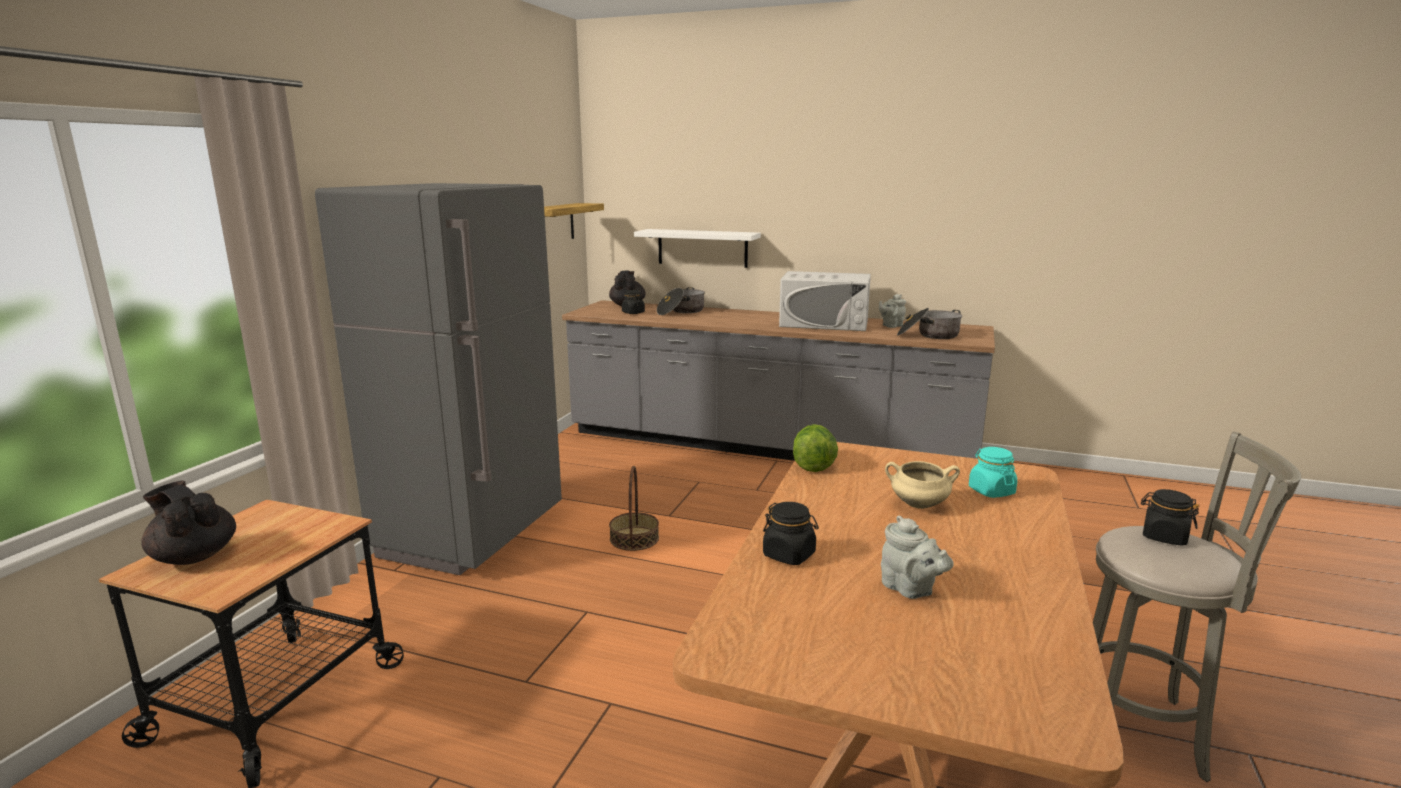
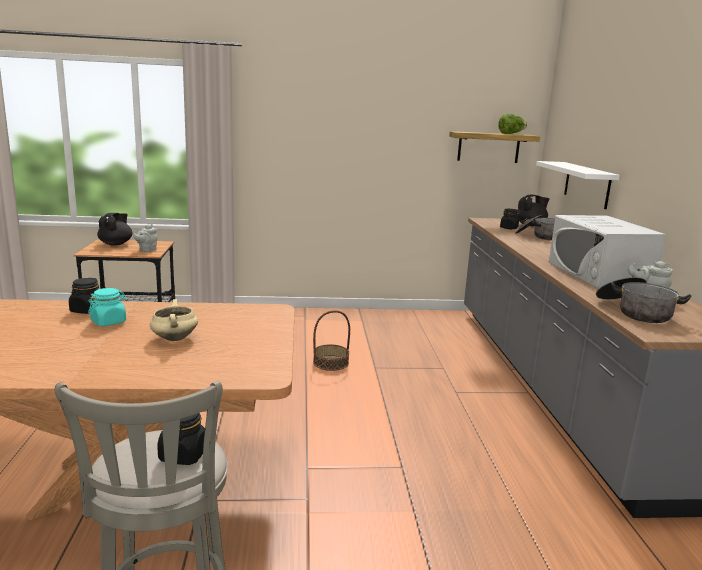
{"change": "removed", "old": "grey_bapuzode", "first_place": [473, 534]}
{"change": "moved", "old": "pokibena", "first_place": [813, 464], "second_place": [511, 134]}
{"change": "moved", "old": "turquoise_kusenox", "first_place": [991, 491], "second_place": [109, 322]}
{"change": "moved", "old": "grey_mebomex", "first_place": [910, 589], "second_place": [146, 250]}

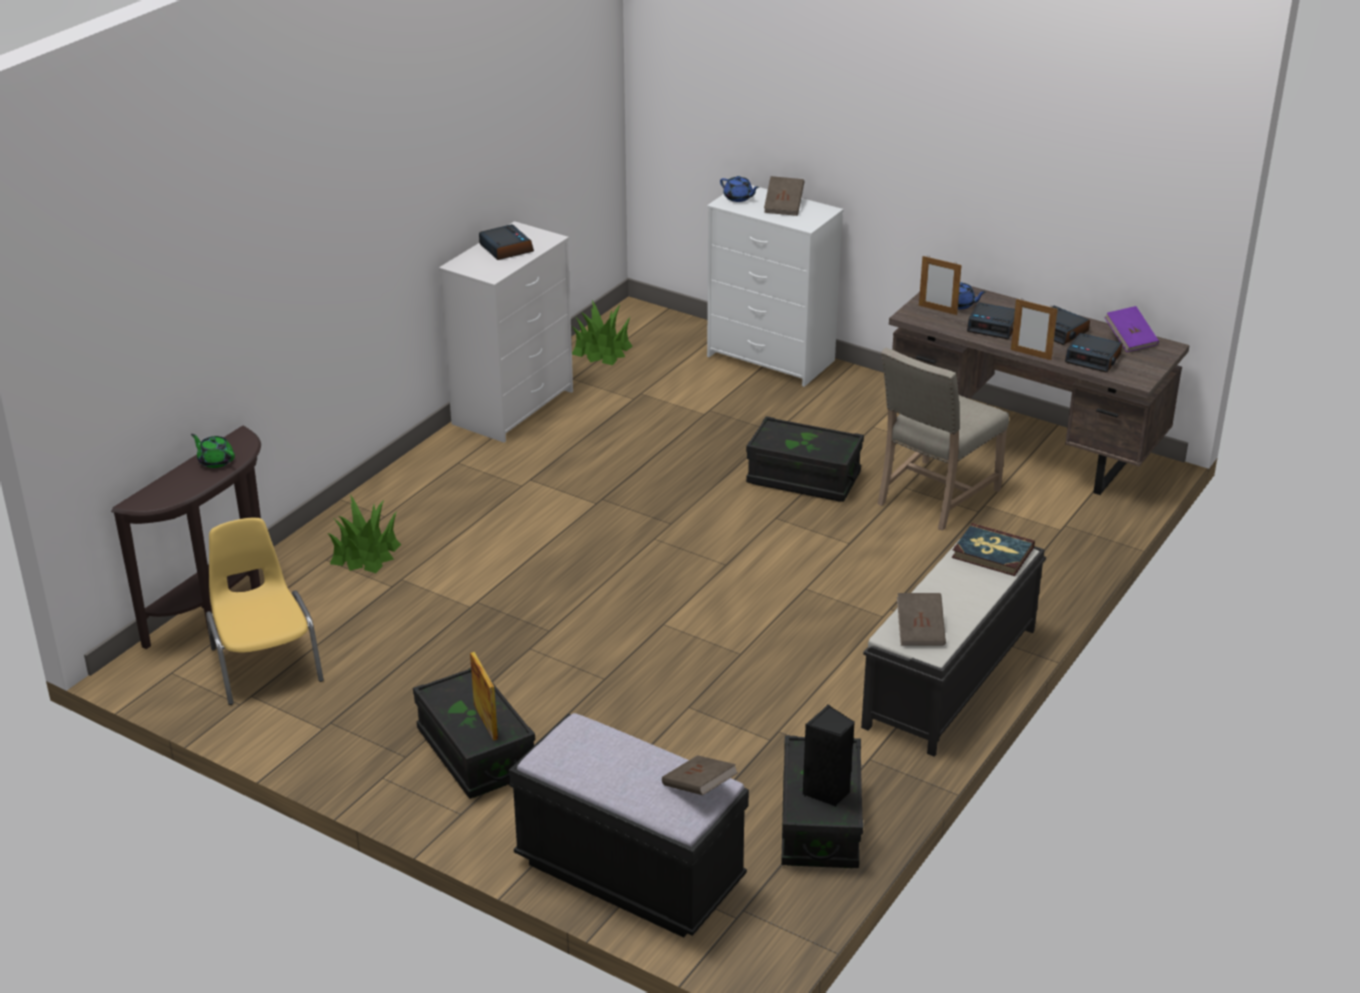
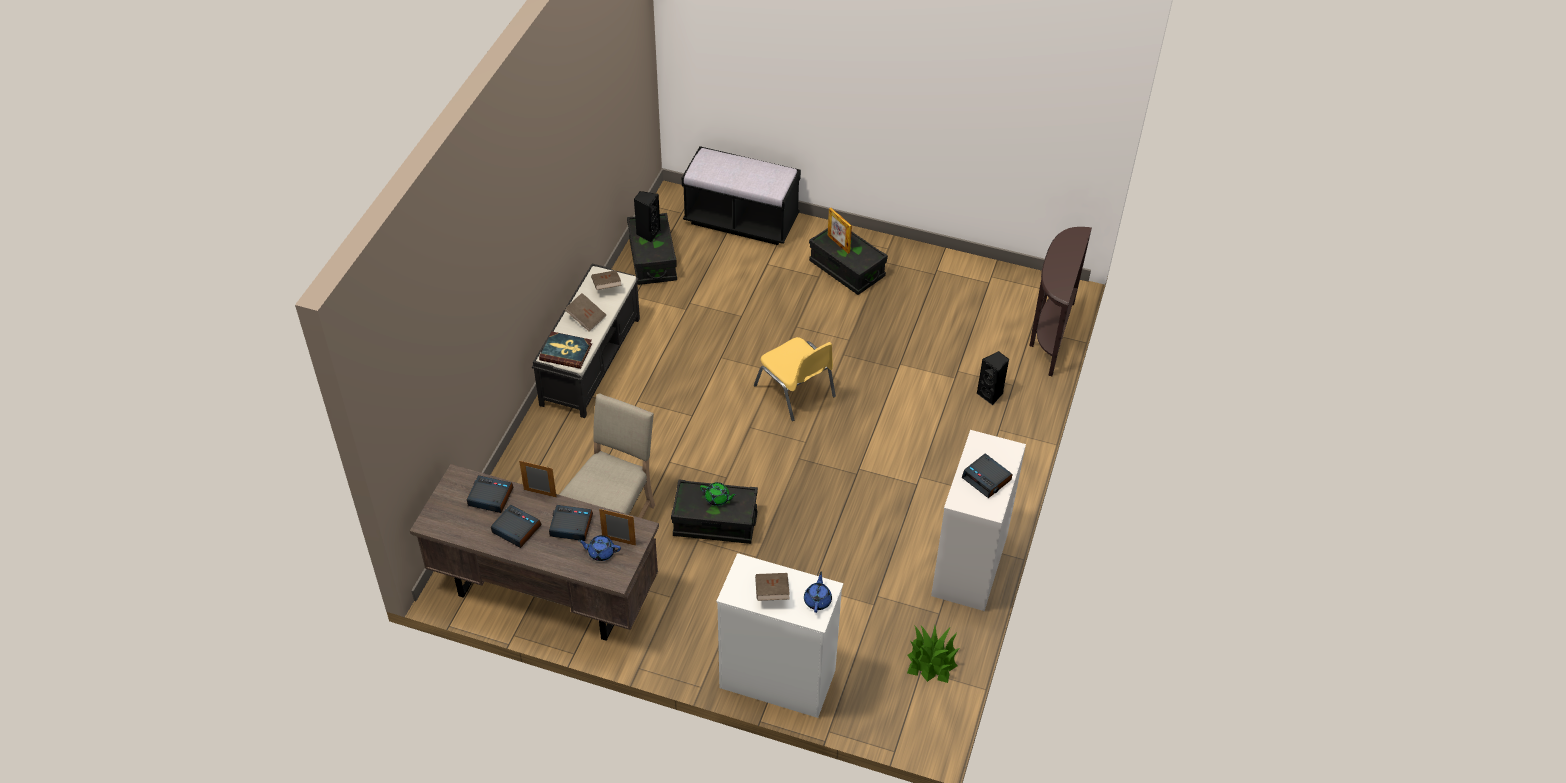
{"change": "turned", "old": "blue_mebomex", "first_place": [738, 198], "second_place": [817, 600], "degrees": 75}
{"change": "removed", "old": "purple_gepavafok", "first_place": [1130, 340]}
{"change": "moved", "old": "green_mebomex", "first_place": [215, 461], "second_place": [718, 498]}
{"change": "replaced", "old": "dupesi", "new": "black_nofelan", "first_place": [365, 553], "second_place": [991, 395]}
{"change": "moved", "old": "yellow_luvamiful", "first_place": [265, 664], "second_place": [796, 391]}
{"change": "moved", "old": "brown_gepavafok", "first_place": [699, 788], "second_place": [586, 318]}

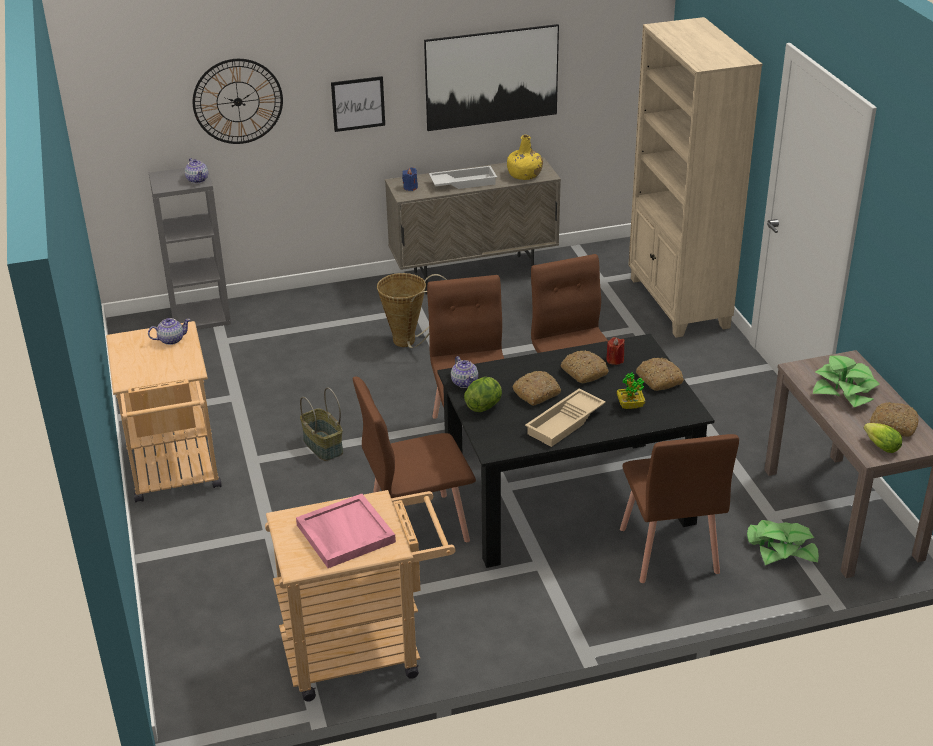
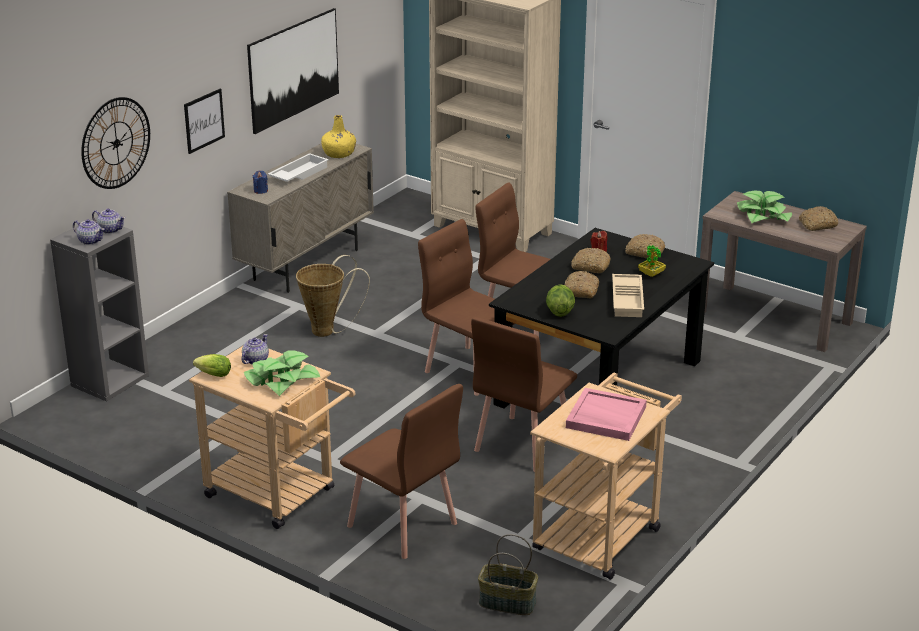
{"change": "moved", "old": "mebomex", "first_place": [464, 382], "second_place": [90, 241]}
{"change": "moved", "old": "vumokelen", "first_place": [322, 446], "second_place": [506, 603]}
{"change": "moved", "old": "pokibena", "first_place": [879, 446], "second_place": [212, 375]}
{"change": "moved", "old": "brown_luvamiful", "first_place": [668, 551], "second_place": [402, 525]}
{"change": "moved", "old": "dupesi", "first_place": [781, 548], "second_place": [281, 380]}

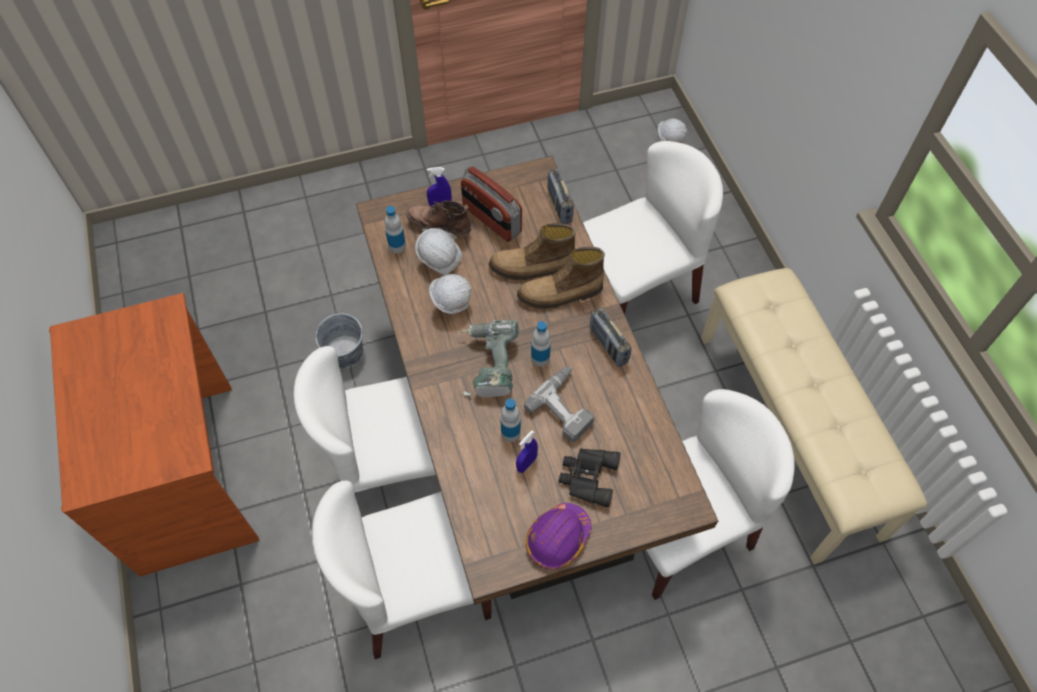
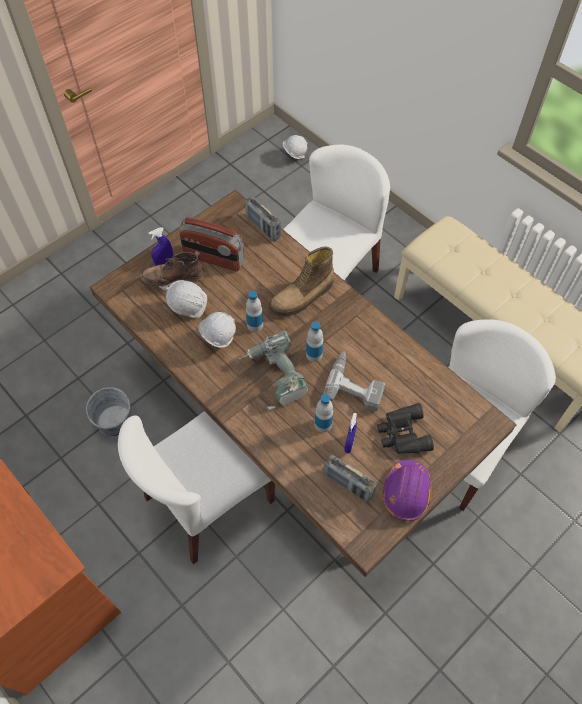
{"change": "moved", "old": "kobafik", "first_place": [397, 246], "second_place": [255, 325]}
{"change": "removed", "old": "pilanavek", "first_place": [532, 268]}
{"change": "moved", "old": "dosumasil", "first_place": [608, 345], "second_place": [348, 484]}
{"change": "removed", "old": "white_luvamiful", "first_place": [418, 591]}

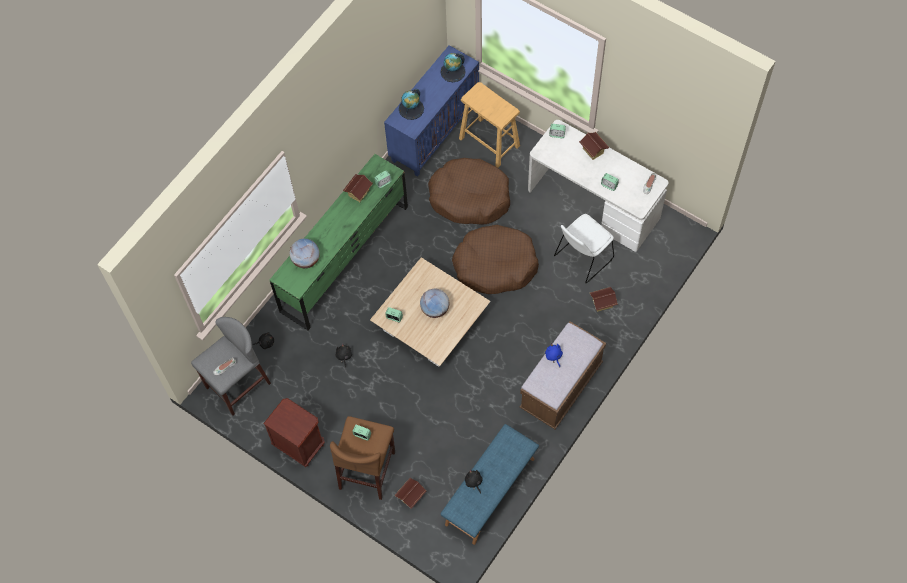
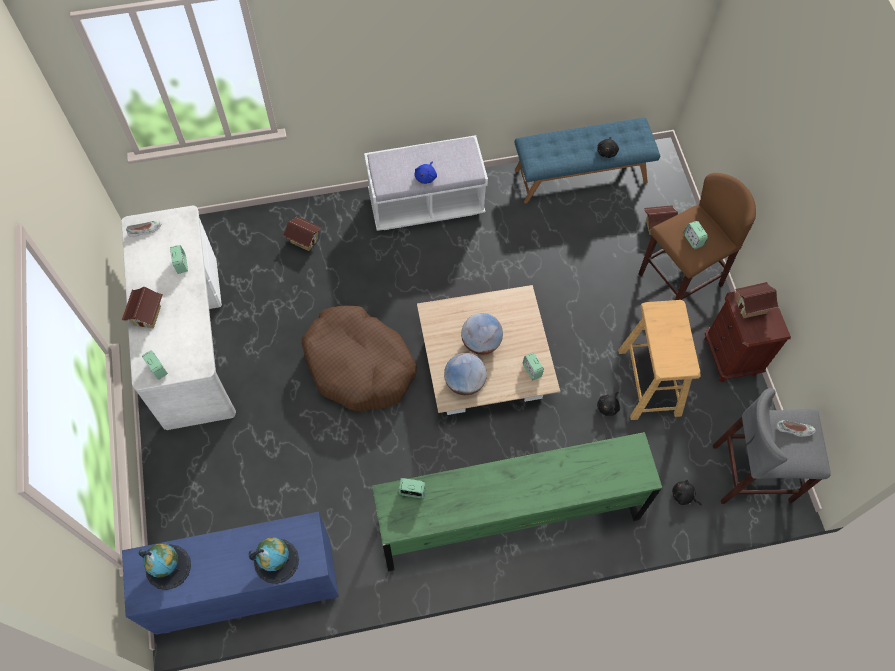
{"change": "moved", "old": "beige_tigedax", "first_place": [489, 142], "second_place": [649, 383]}
{"change": "removed", "old": "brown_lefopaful", "first_place": [469, 197]}
{"change": "moved", "old": "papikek", "first_place": [358, 193], "second_place": [751, 307]}
{"change": "removed", "old": "white_luvamiful", "first_place": [582, 258]}
{"change": "moved", "old": "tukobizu", "first_place": [306, 260], "second_place": [465, 382]}
{"change": "recoloured", "old": "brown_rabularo", "new": "white_rabularo", "first_place": [561, 386], "second_place": [426, 204]}

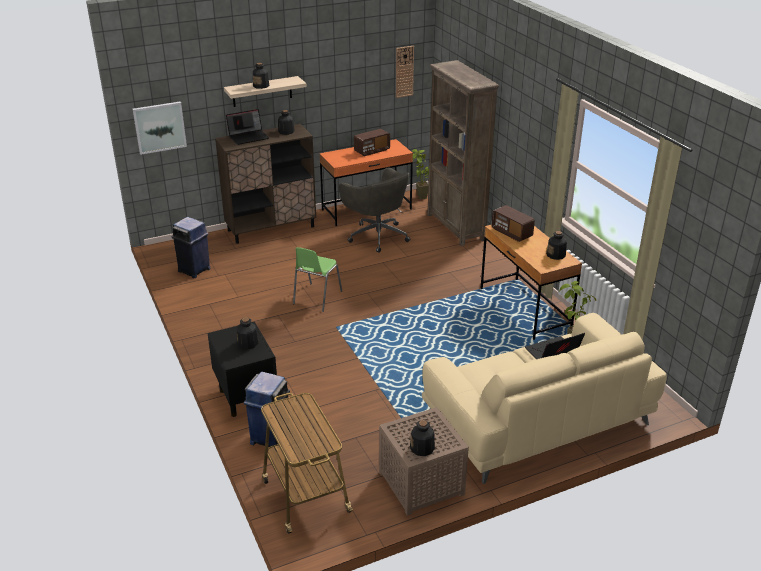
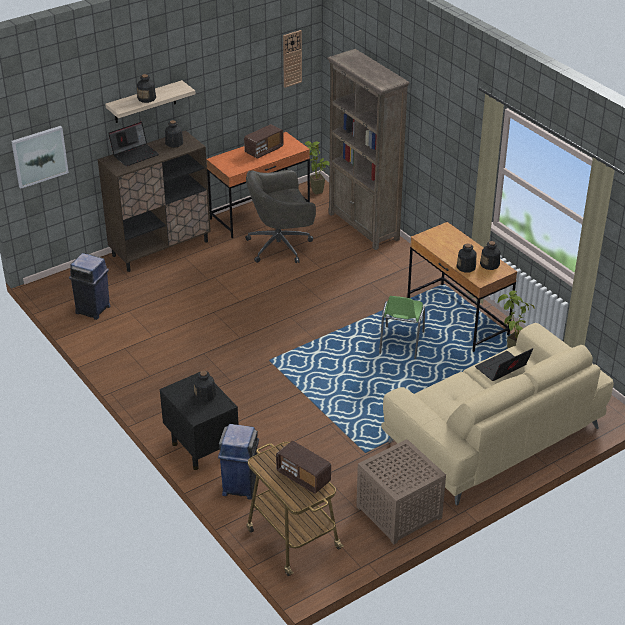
{"change": "turned", "old": "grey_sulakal", "first_place": [377, 235], "second_place": [281, 246], "degrees": 120}
{"change": "moved", "old": "dosumasil", "first_place": [511, 233], "second_place": [303, 477]}
{"change": "moved", "old": "green_luvamiful", "first_place": [316, 297], "second_place": [400, 343]}
{"change": "moved", "old": "kobafik", "first_place": [422, 448], "second_place": [466, 267]}

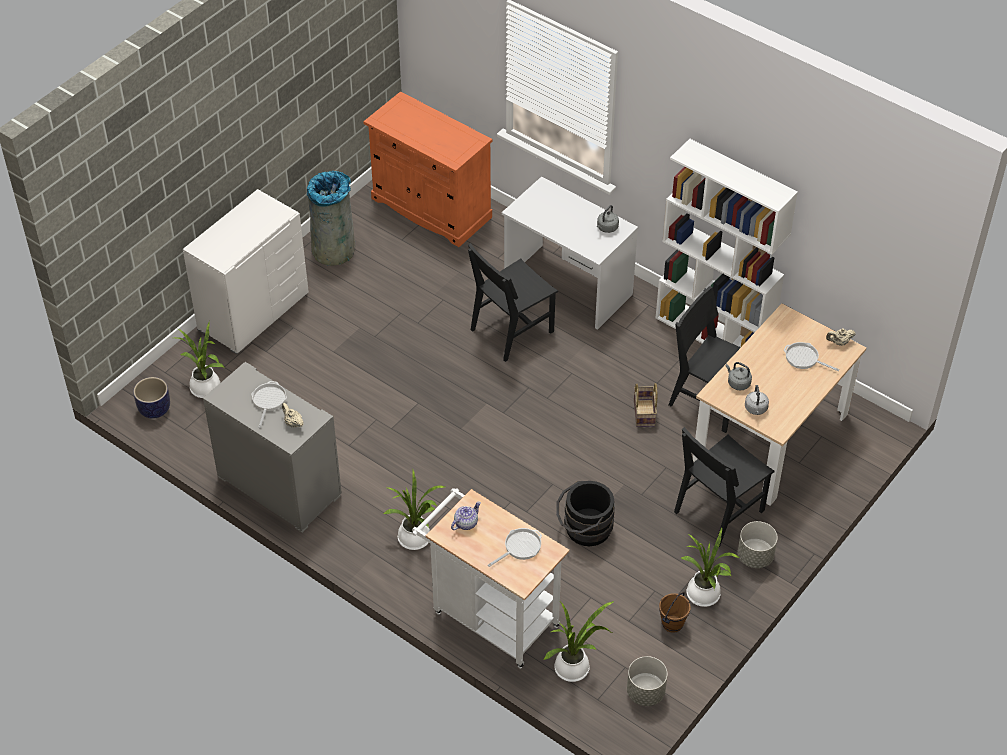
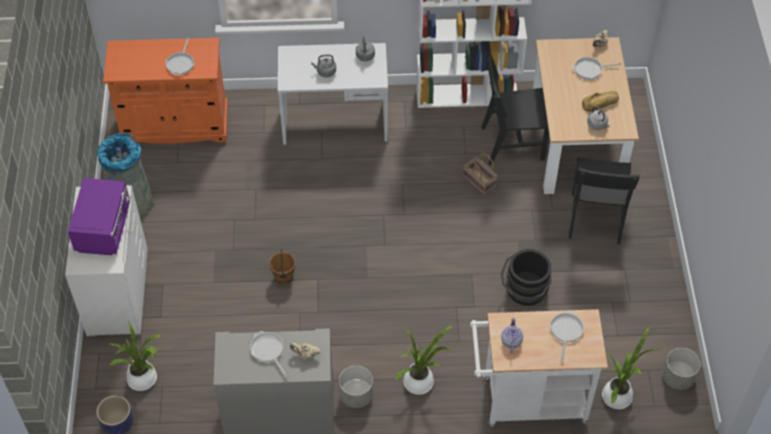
{"change": "removed", "old": "black_luvamiful", "first_place": [512, 330]}
{"change": "moved", "old": "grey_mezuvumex", "first_place": [737, 383], "second_place": [325, 72]}
{"change": "moved", "old": "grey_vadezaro", "first_place": [755, 556], "second_place": [356, 395]}
{"change": "removed", "old": "dupesi", "first_place": [704, 596]}
{"change": "moved", "old": "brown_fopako", "first_place": [672, 624], "second_place": [284, 277]}
{"change": "added", "new": "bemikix", "second_place": [181, 63]}
{"change": "added", "new": "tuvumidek", "second_place": [600, 104]}
{"change": "added", "new": "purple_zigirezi", "second_place": [104, 229]}

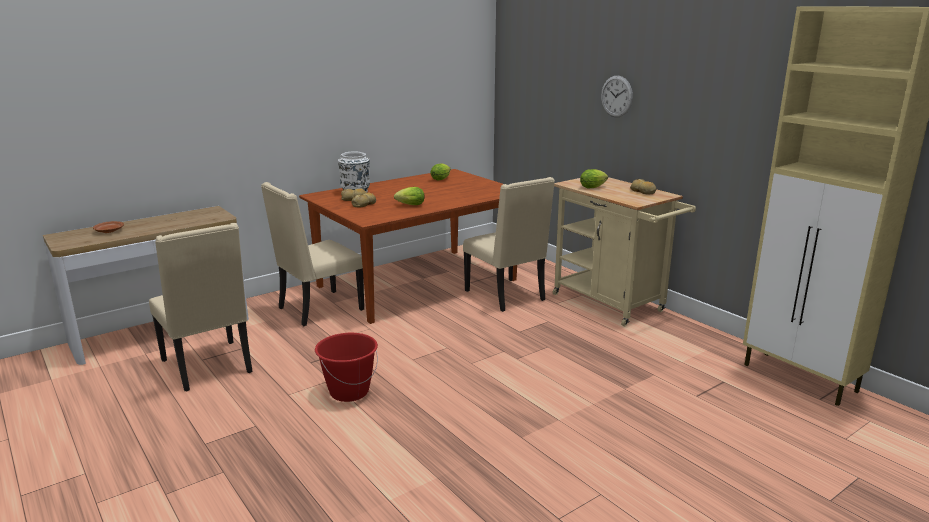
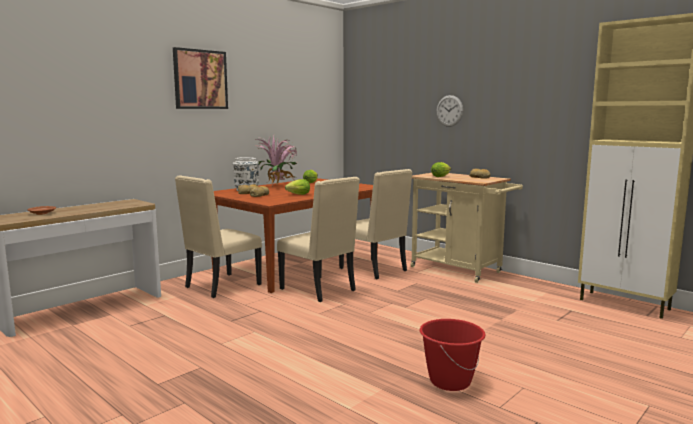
{"change": "moved", "old": "beige_luvamiful", "first_place": [209, 367], "second_place": [319, 290]}
{"change": "moved", "old": "red_fopako", "first_place": [349, 392], "second_place": [449, 381]}
{"change": "added", "new": "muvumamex", "second_place": [200, 79]}
{"change": "added", "new": "dupesi", "second_place": [279, 185]}

